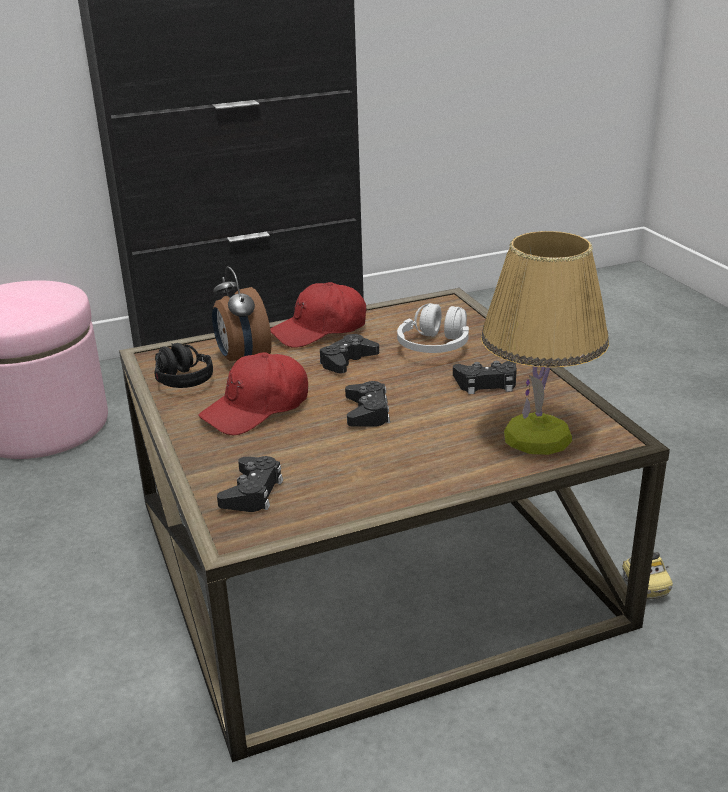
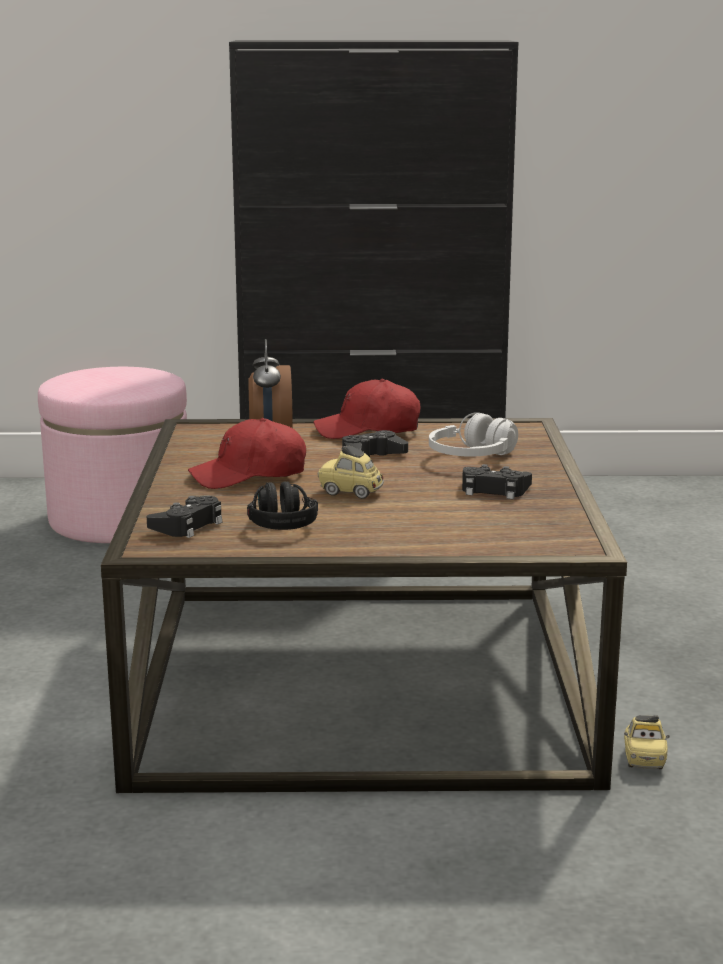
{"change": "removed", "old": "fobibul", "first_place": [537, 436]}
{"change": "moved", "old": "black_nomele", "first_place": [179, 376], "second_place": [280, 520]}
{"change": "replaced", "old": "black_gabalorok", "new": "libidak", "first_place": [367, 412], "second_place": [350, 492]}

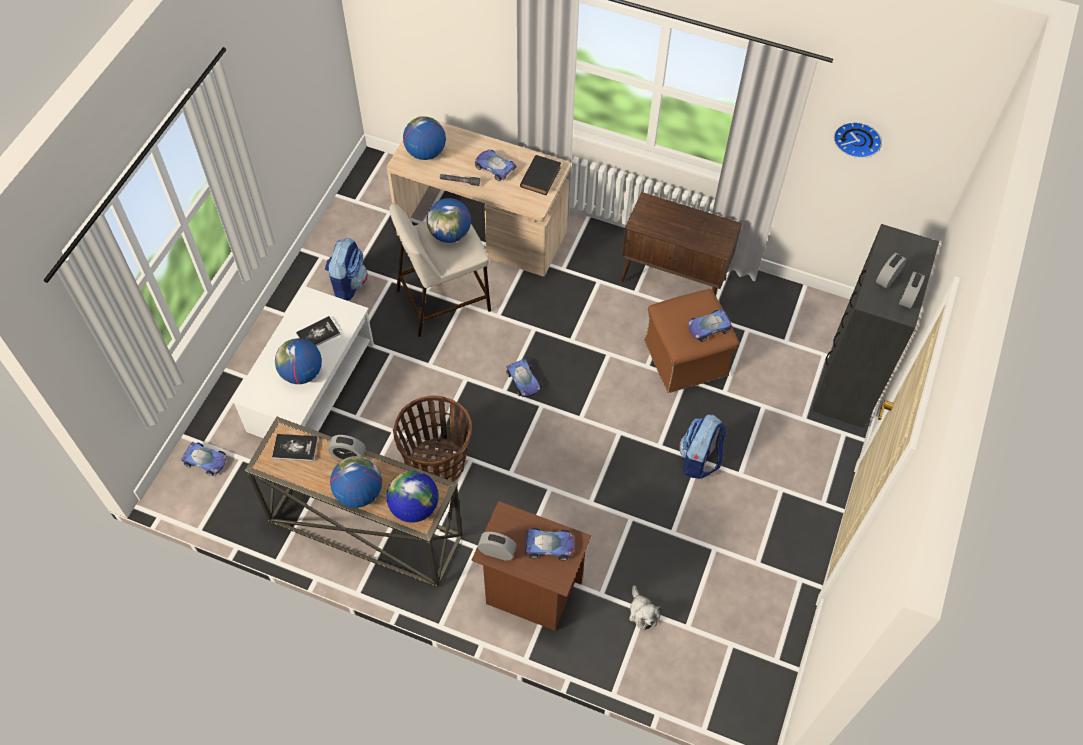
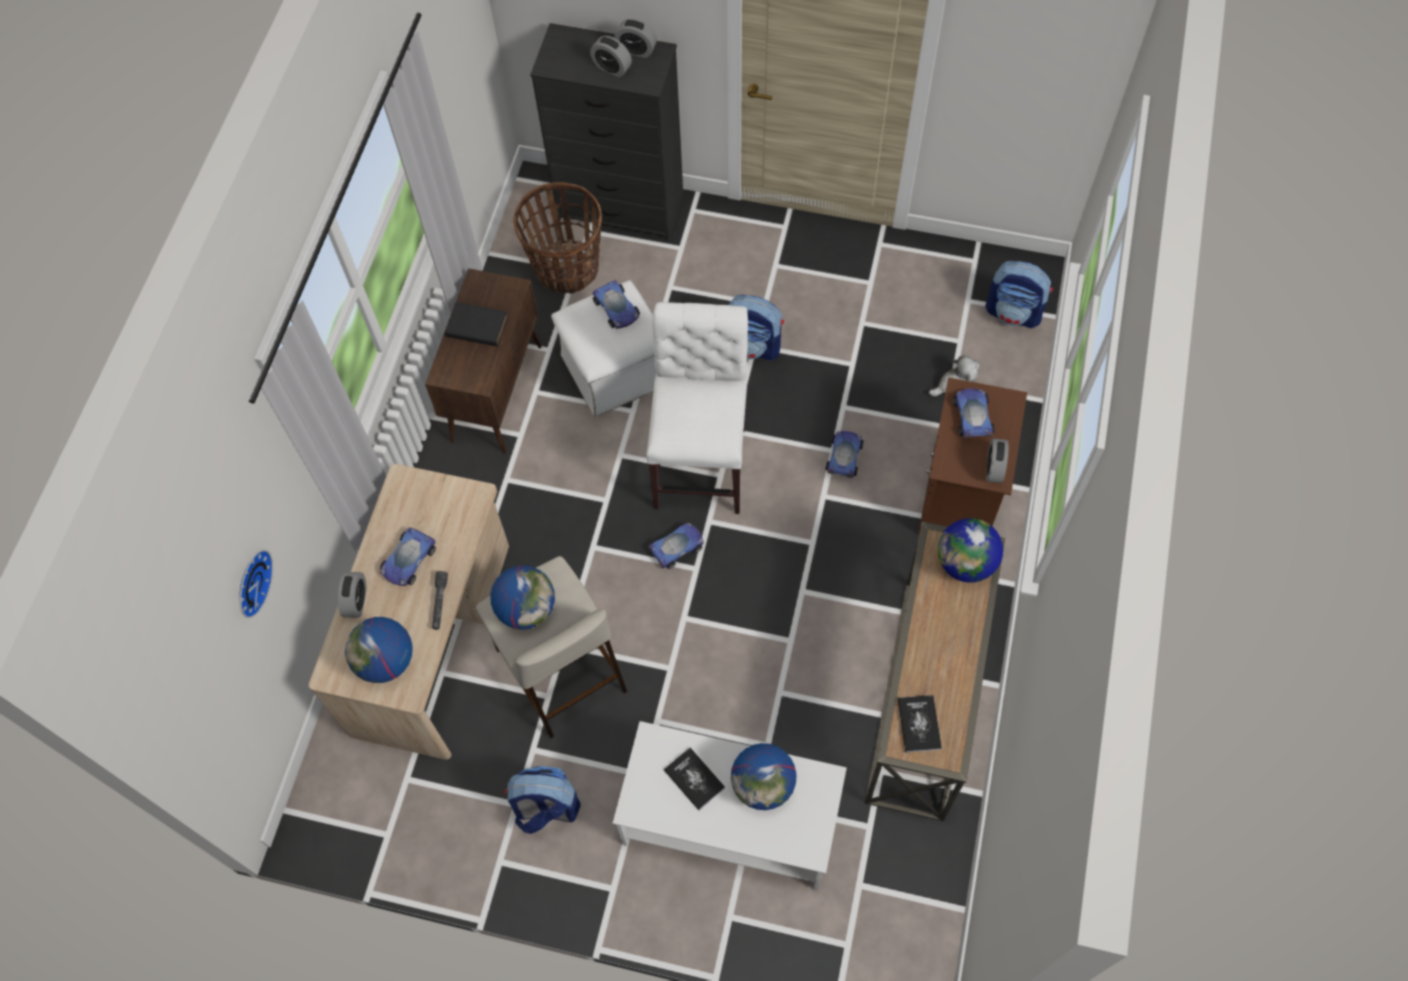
{"change": "moved", "old": "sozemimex", "first_place": [858, 137], "second_place": [251, 582]}
{"change": "moved", "old": "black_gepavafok", "first_place": [541, 176], "second_place": [475, 326]}
{"change": "recoloured", "old": "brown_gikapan", "new": "white_gikapan", "first_place": [686, 359], "second_place": [616, 370]}
{"change": "moved", "old": "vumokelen", "first_place": [437, 463], "second_place": [566, 268]}
{"change": "moved", "old": "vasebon", "first_place": [348, 455], "second_place": [356, 601]}
{"change": "moved", "old": "libidak", "first_place": [206, 461], "second_place": [844, 456]}
{"change": "removed", "old": "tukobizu", "first_place": [359, 492]}
{"change": "added", "new": "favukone", "second_place": [1014, 312]}
{"change": "added", "new": "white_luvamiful", "second_place": [702, 460]}

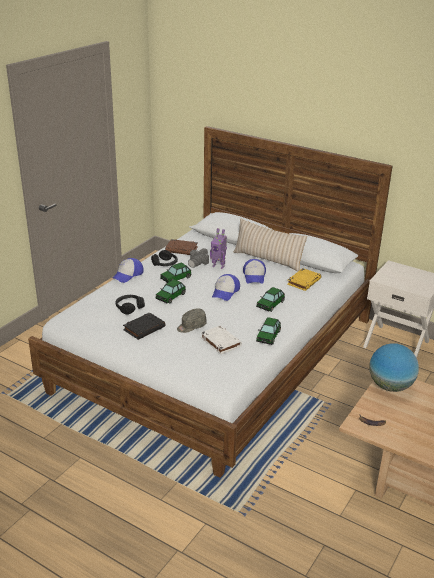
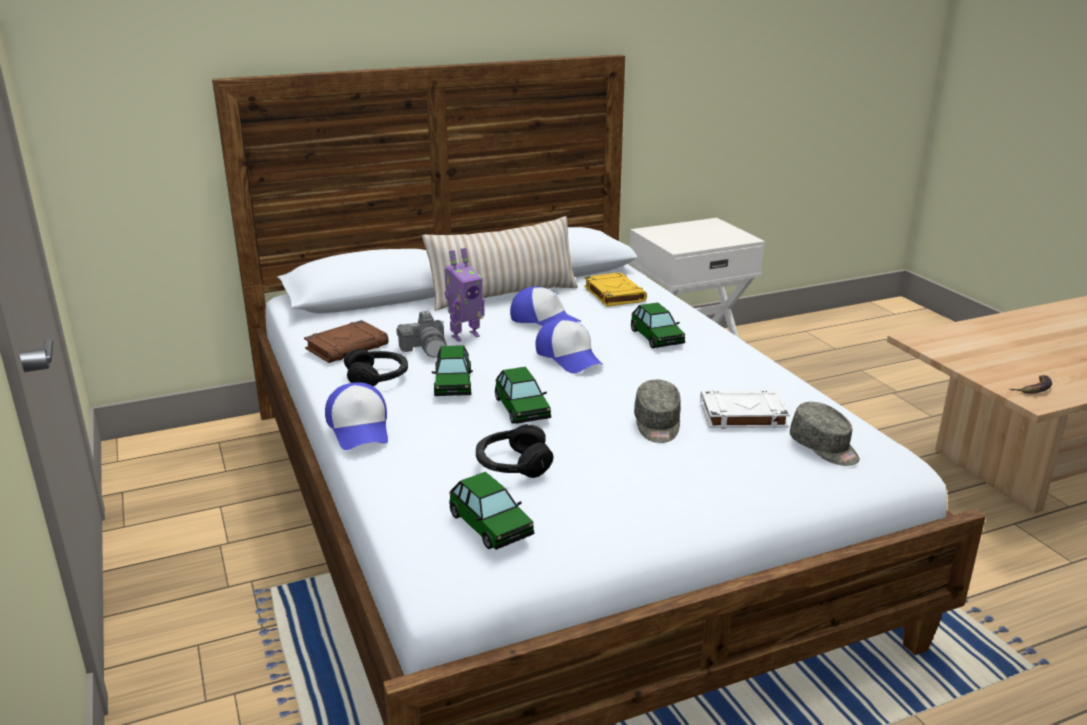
{"change": "removed", "old": "black_gepavafok", "first_place": [144, 328]}
{"change": "moved", "old": "libidak", "first_place": [268, 336], "second_place": [490, 525]}
{"change": "removed", "old": "tukobizu", "first_place": [390, 386]}
{"change": "added", "new": "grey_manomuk", "second_place": [824, 448]}

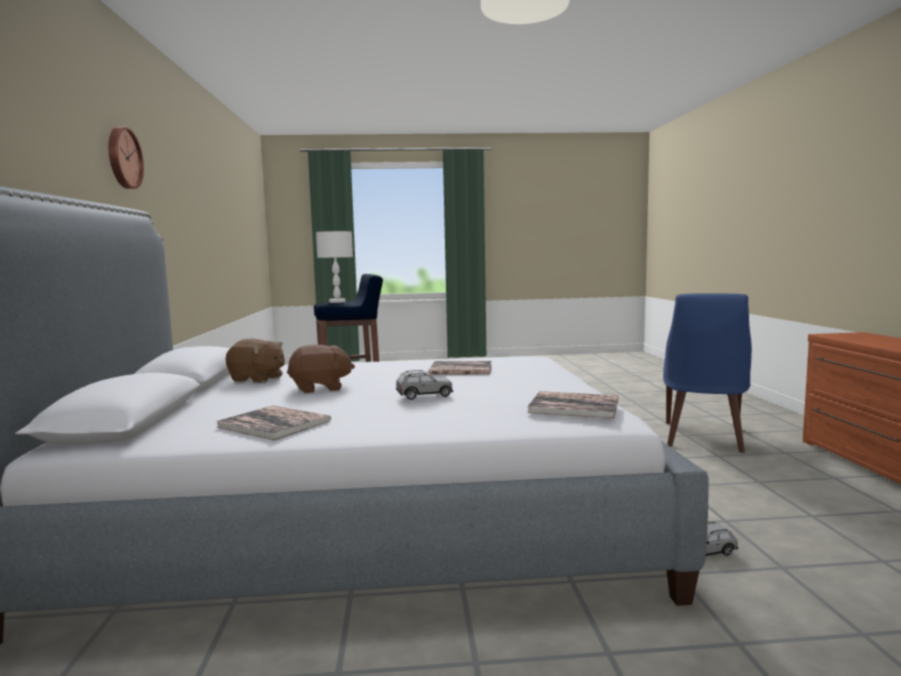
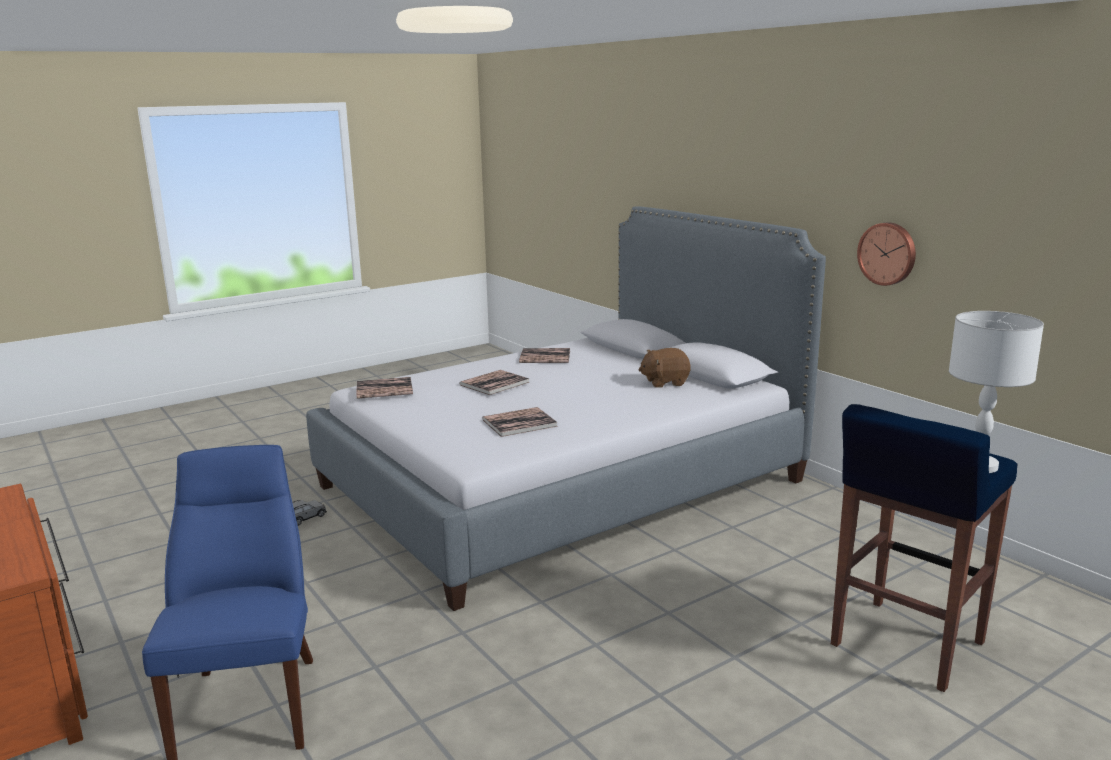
{"change": "moved", "old": "sozemimex", "first_place": [123, 158], "second_place": [888, 253]}
{"change": "removed", "old": "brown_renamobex", "first_place": [320, 388]}
{"change": "replaced", "old": "grey_libidak", "new": "gepavafok", "first_place": [424, 395], "second_place": [494, 383]}

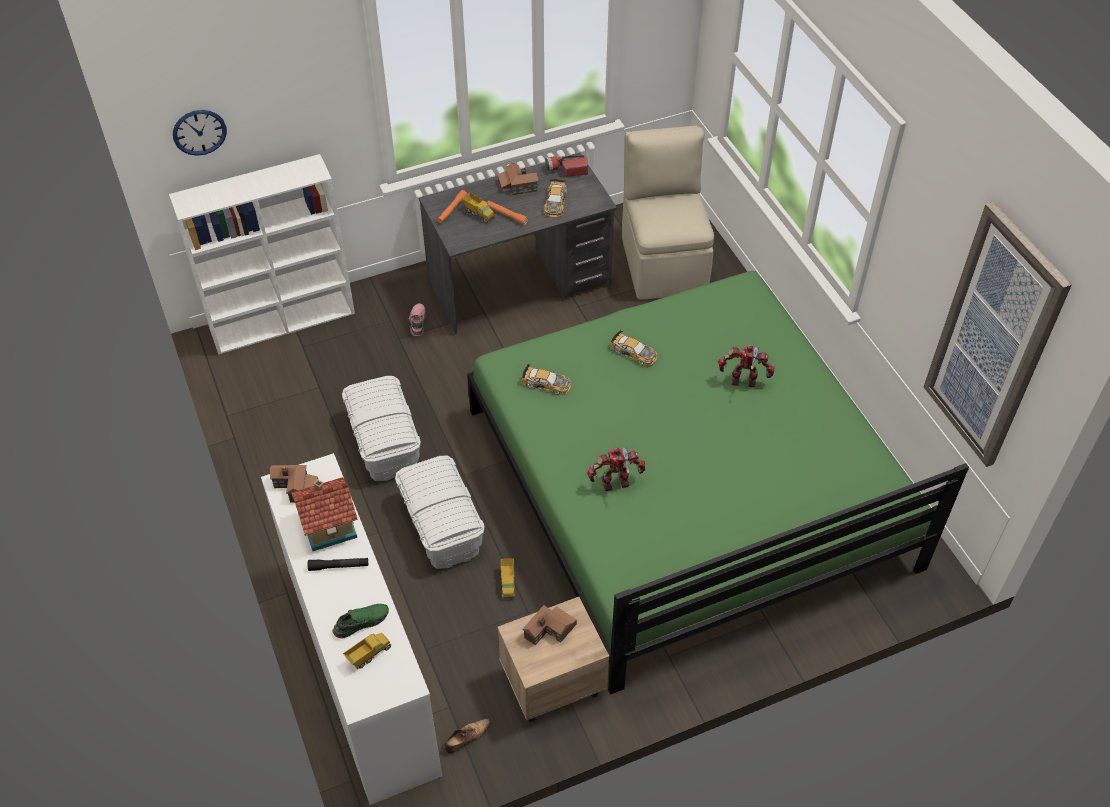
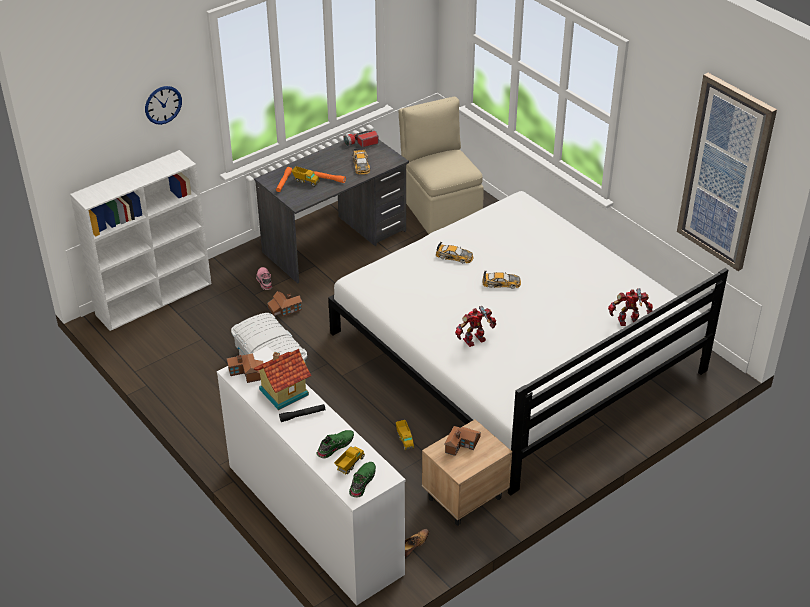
{"change": "moved", "old": "sozemimex", "first_place": [199, 132], "second_place": [163, 105]}
{"change": "moved", "old": "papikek", "first_place": [517, 186], "second_place": [284, 309]}
{"change": "recoloured", "old": "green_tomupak", "new": "white_tomupak", "first_place": [687, 488], "second_place": [515, 352]}
{"change": "moved", "old": "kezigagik", "first_place": [744, 381], "second_place": [628, 322]}
{"change": "moved", "old": "libidak", "first_place": [546, 383], "second_place": [501, 283]}
{"change": "removed", "old": "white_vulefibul", "first_place": [441, 526]}
{"change": "added", "new": "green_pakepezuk", "second_place": [361, 482]}

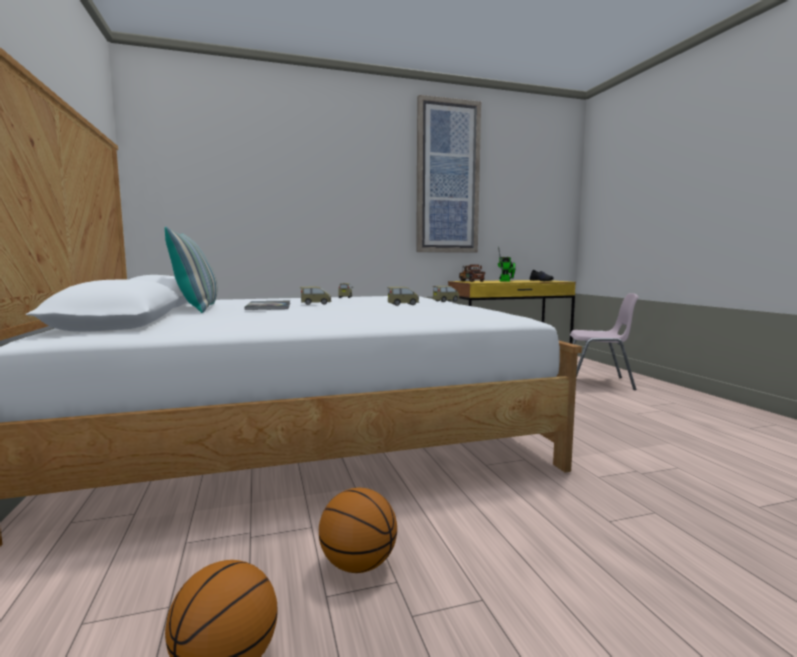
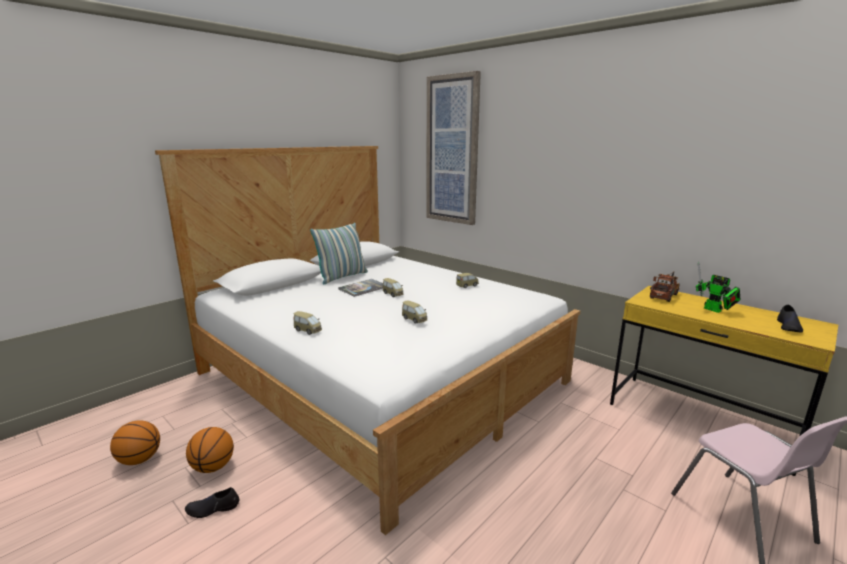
{"change": "moved", "old": "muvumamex", "first_place": [447, 177], "second_place": [452, 151]}
{"change": "moved", "old": "libidak", "first_place": [446, 301], "second_place": [308, 330]}
{"change": "added", "new": "black_pakepezuk", "second_place": [213, 508]}

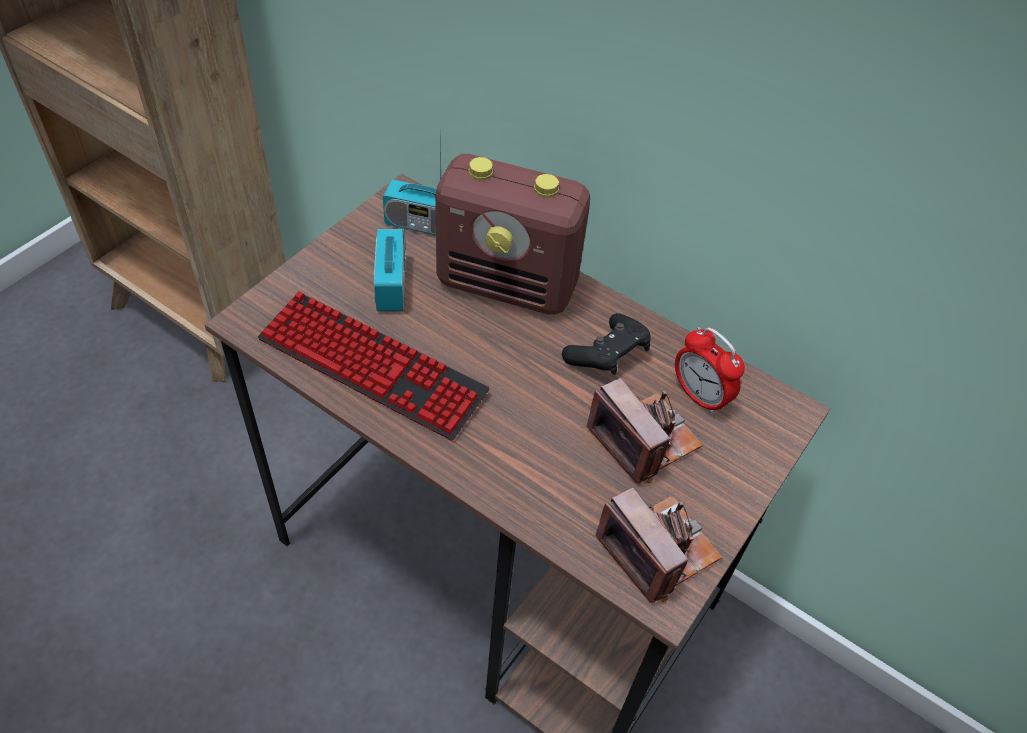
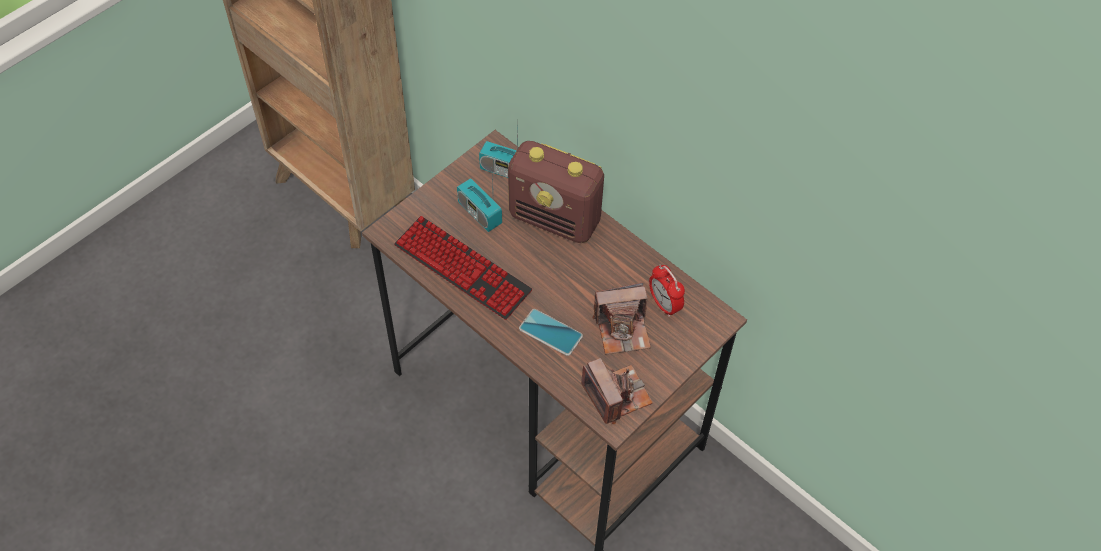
{"change": "turned", "old": "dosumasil", "first_place": [391, 285], "second_place": [479, 213], "degrees": -45}
{"change": "removed", "old": "black_gabalorok", "first_place": [607, 356]}
{"change": "turned", "old": "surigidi", "first_place": [643, 439], "second_place": [622, 329], "degrees": 105}
{"change": "added", "new": "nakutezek", "second_place": [550, 332]}

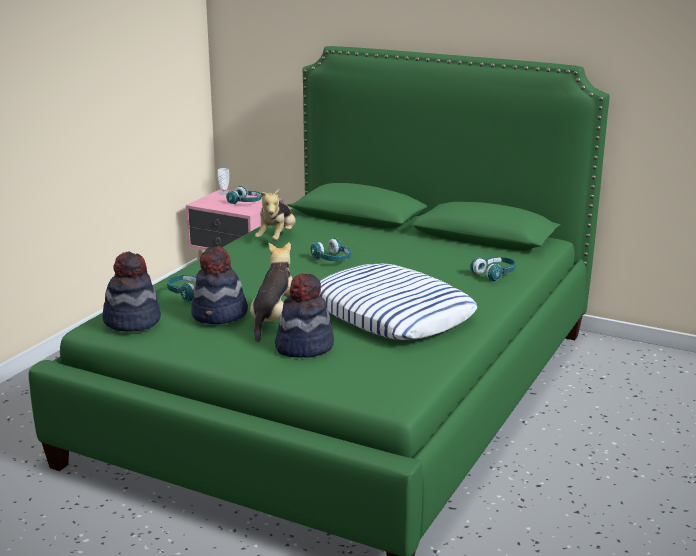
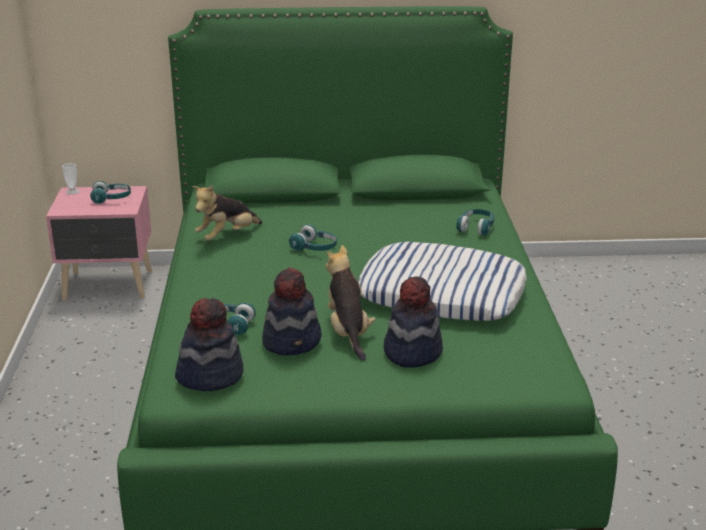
{"change": "turned", "old": "renamobex", "first_place": [277, 238], "second_place": [227, 236], "degrees": 60}

